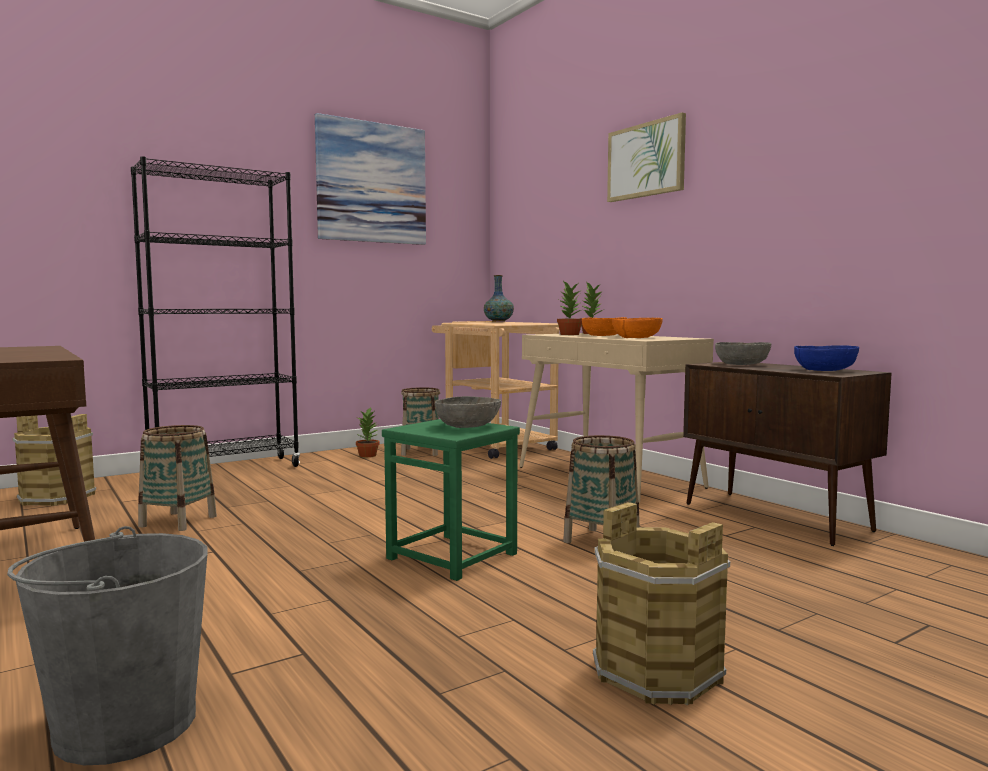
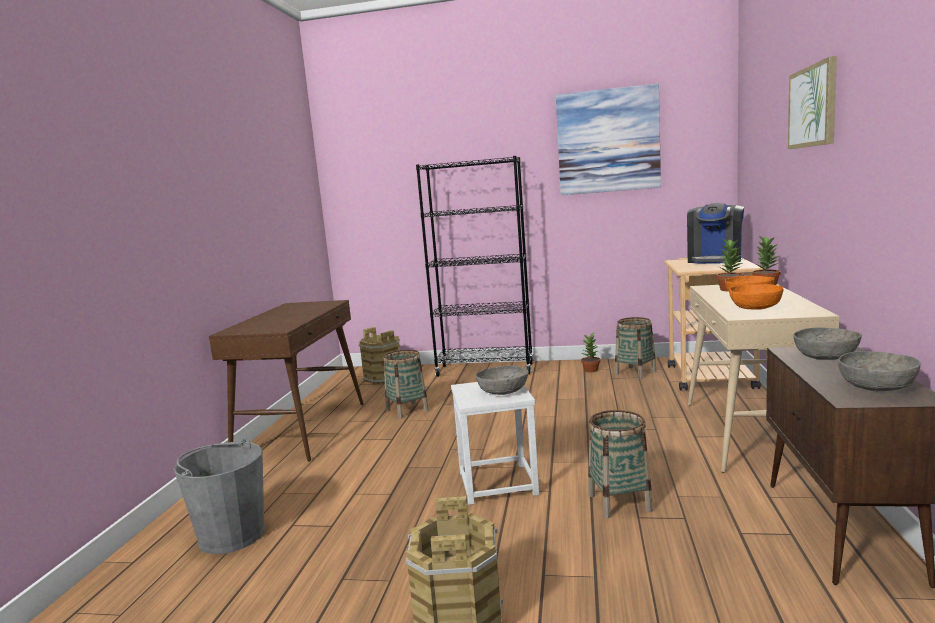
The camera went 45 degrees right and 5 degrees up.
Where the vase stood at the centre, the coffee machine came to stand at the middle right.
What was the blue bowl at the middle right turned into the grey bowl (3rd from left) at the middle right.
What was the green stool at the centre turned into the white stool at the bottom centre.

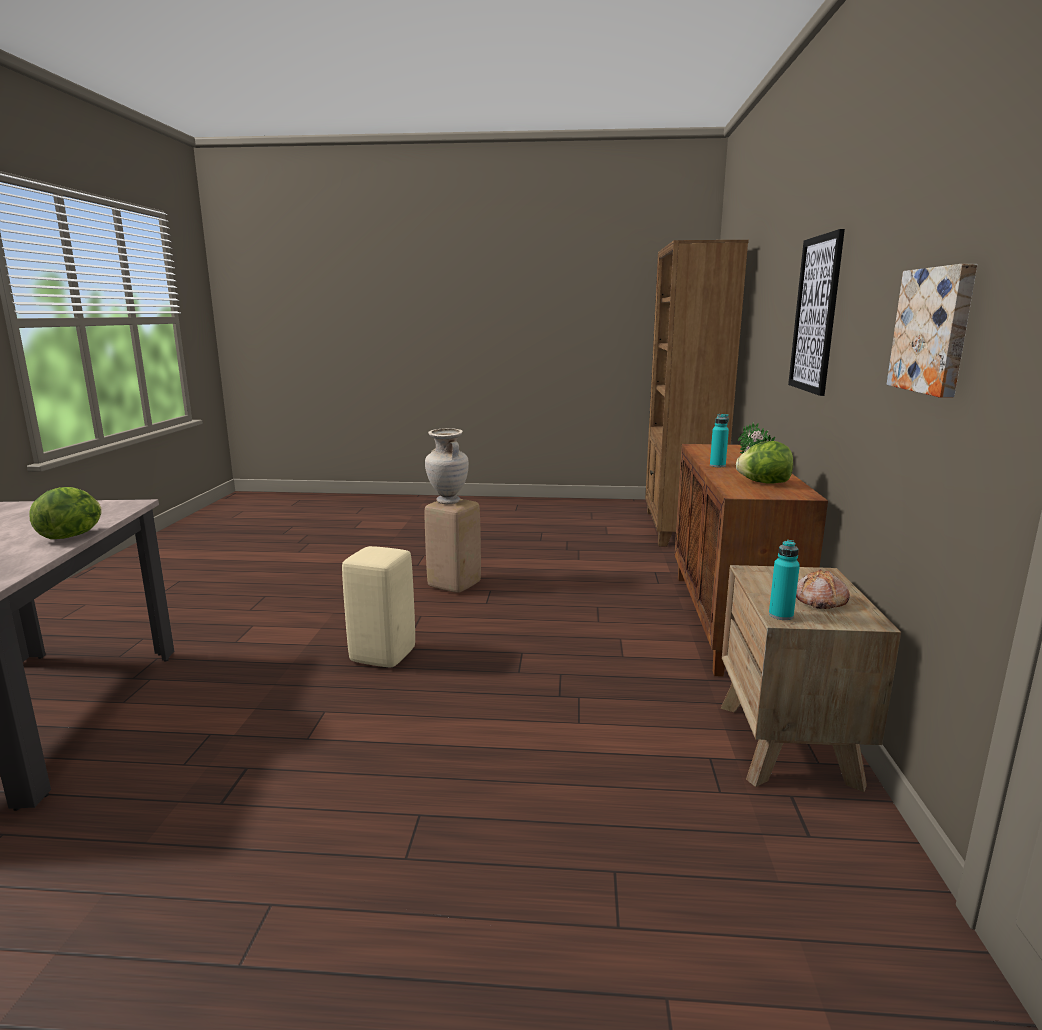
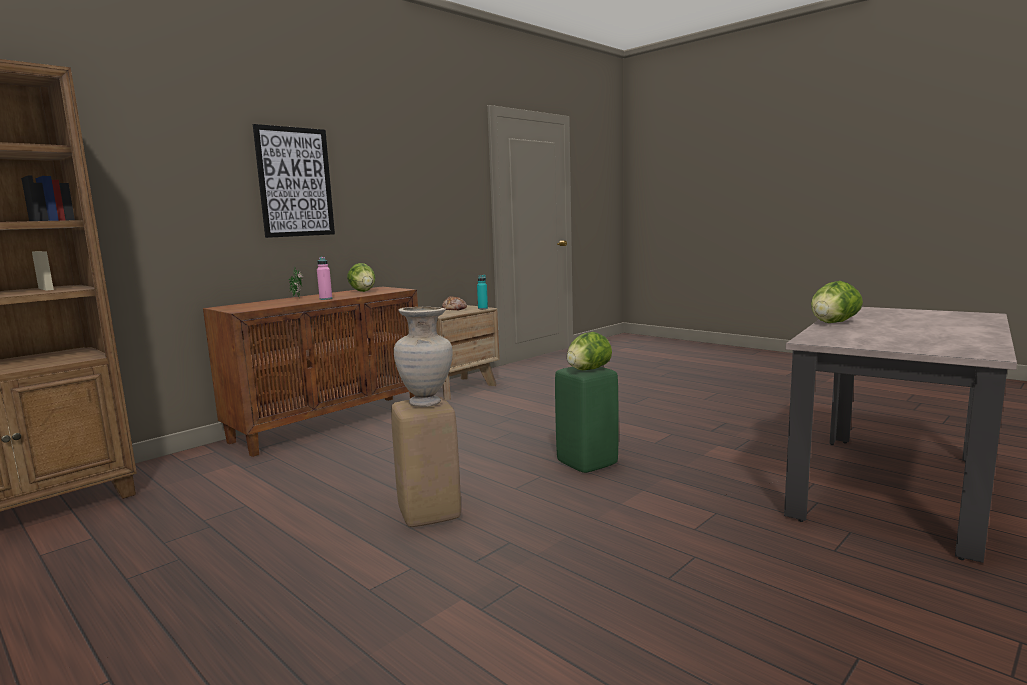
The camera went 140 degrees left and 5 degrees down.
The second view lost the picture (2nd from left) at the top right.
What was the turquoise bottle (1st from left) at the middle right turned into the pink bottle at the middle left.
What was the beige stool (1st from left) at the centre turned into the green stool at the centre.
The second view gained the lettuce (2nd from left) at the centre.

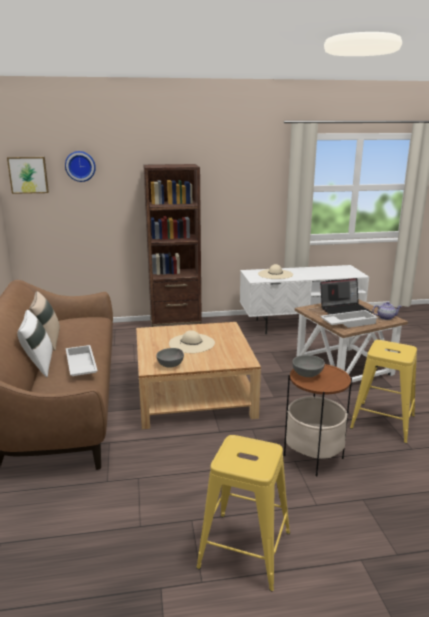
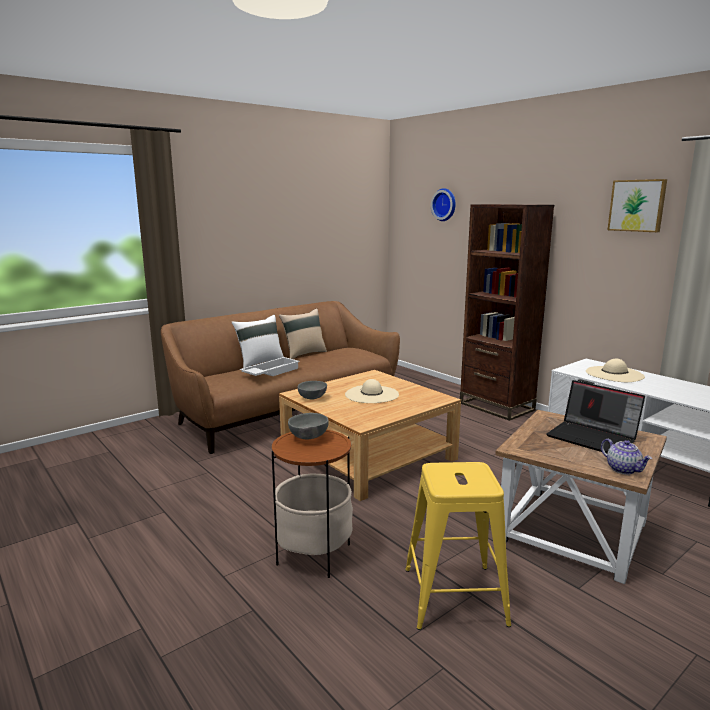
The camera went 60 degrees right and 5 degrees down.
The picture ended up elsewhere, having gone from the top left to the top right.
The second view lost the white tray (2nd from left) at the middle right.
The second view lost the yellow stool (1st from left) at the bottom centre.

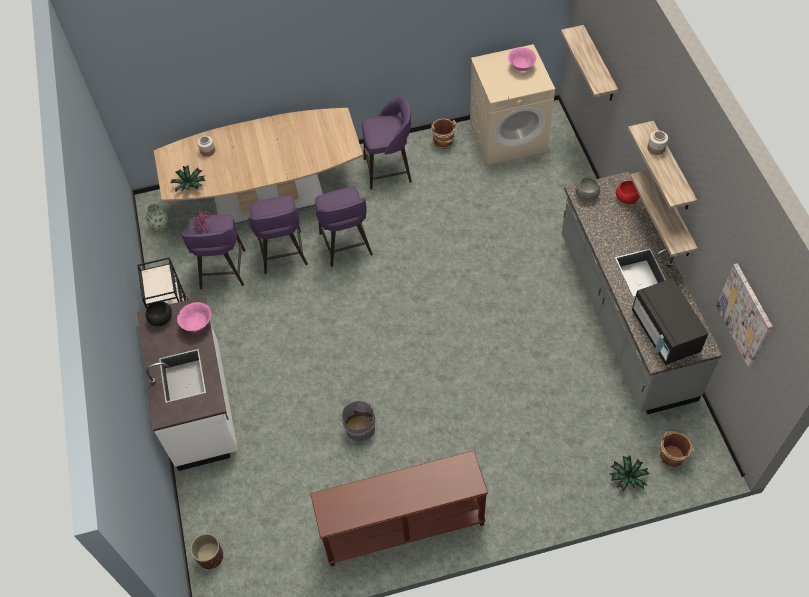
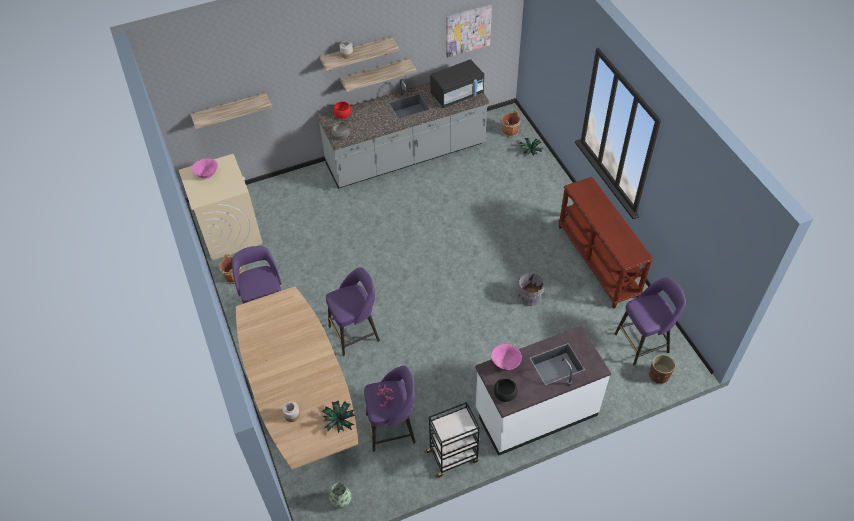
The camera went 100 degrees left and 5 degrees down.
The purple stool (2nd from left in the first image) ended up elsewhere, having gone from the centre to the middle right.

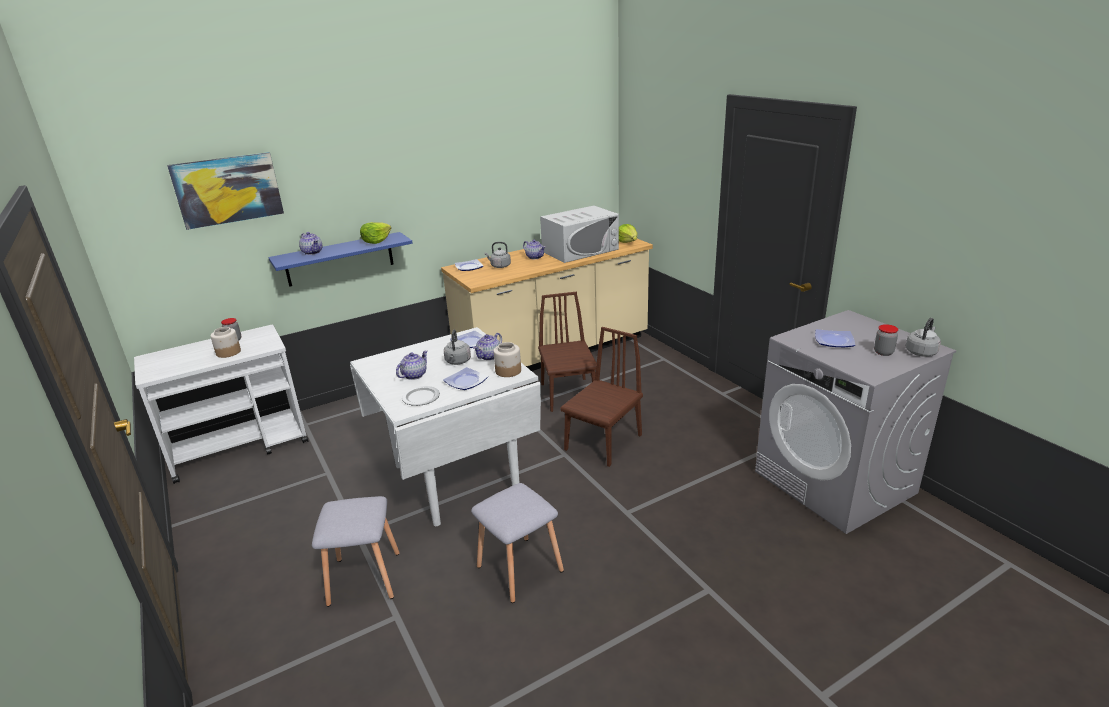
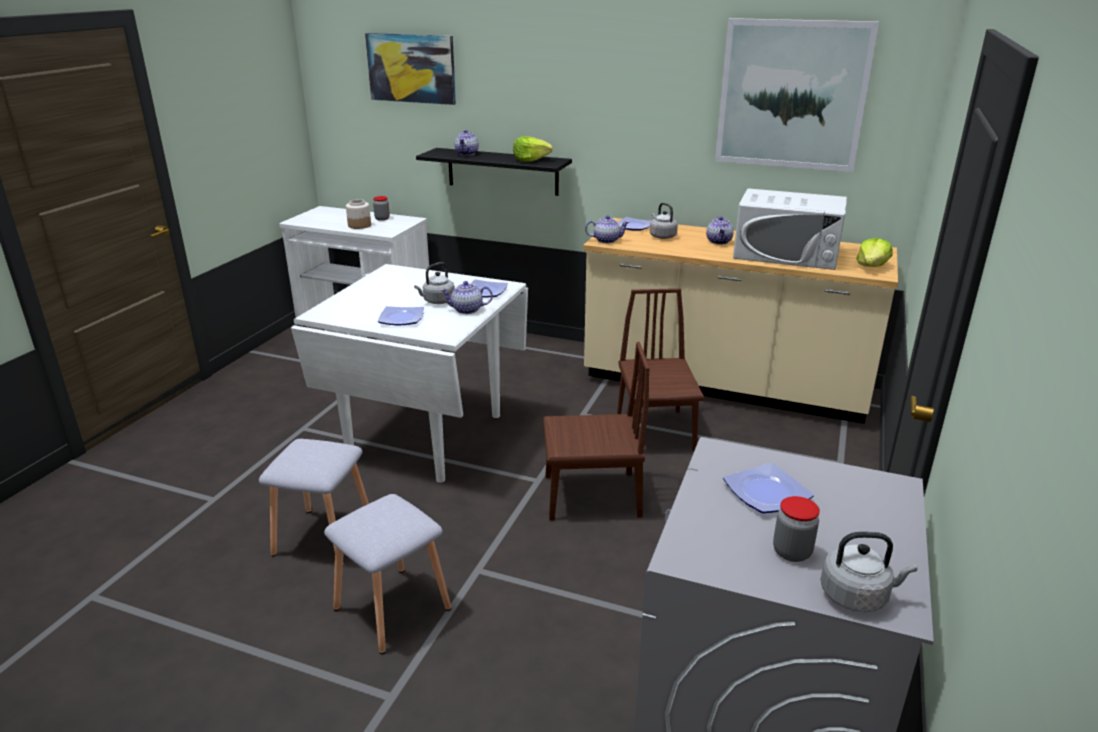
The camera went 50 degrees right and 0 degrees up.
What was the blue shelf at the middle left turned into the black shelf at the top centre.
The brown chair (1st from left in the first image) at the centre ended up facing another way, 45 degrees counterclockwise from before.
The second view lost the jar (3rd from left) at the centre.
The teapot (2nd from left in the first image) ended up elsewhere, having gone from the centre to the top centre.
The second view lost the plate (1st from left) at the centre.
The grey stool (1st from left in the first image) ended up elsewhere, having gone from the bottom left to the bottom centre.
The second view gained the picture (2nd from left) at the top right.

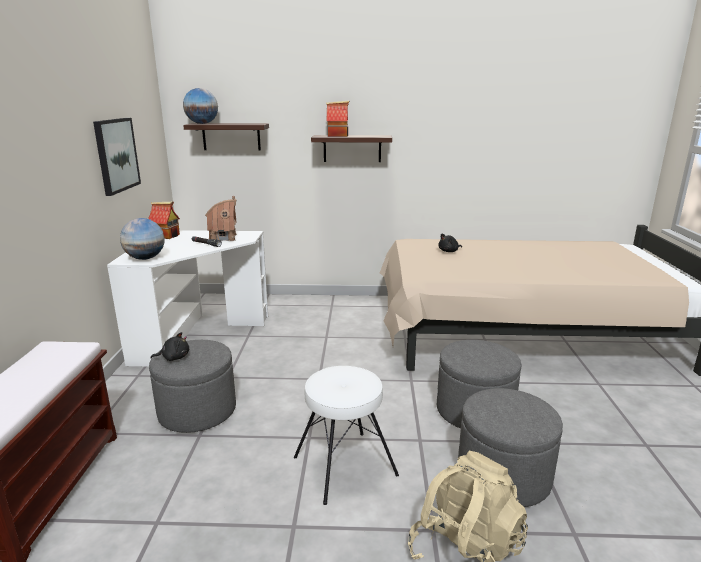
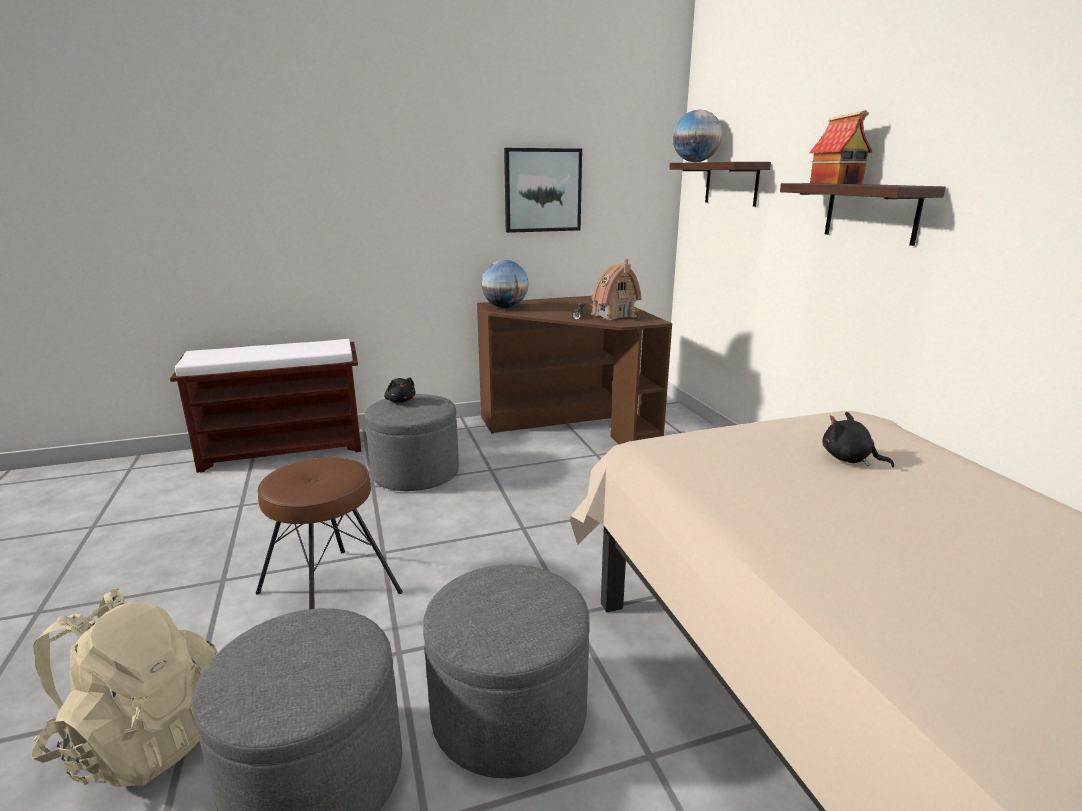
The camera went 70 degrees right and 0 degrees up.
The second view lost the toy house (1st from left) at the middle left.
What was the white desk at the middle left turned into the brown desk at the centre.
What was the white stool at the bottom centre turned into the brown stool at the middle left.

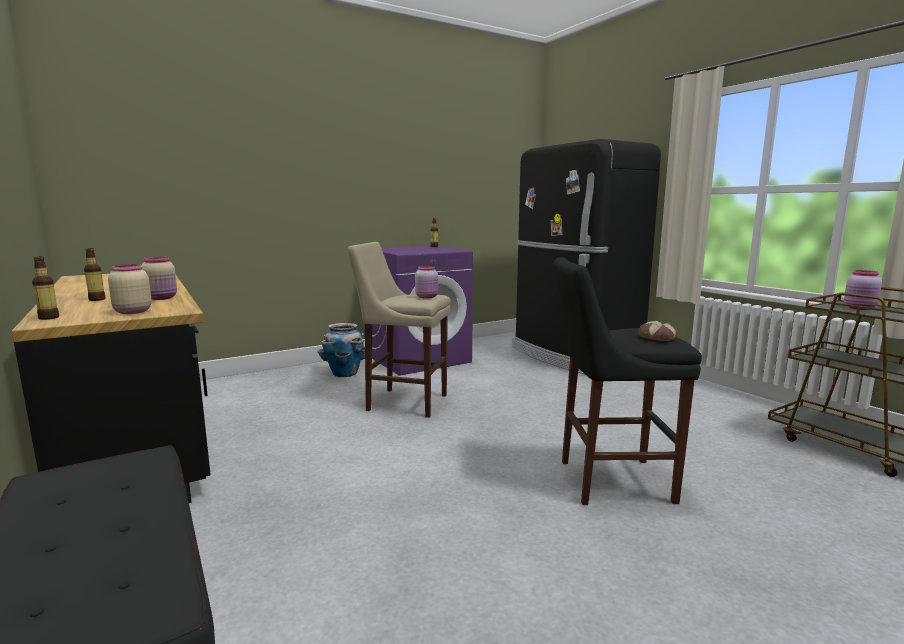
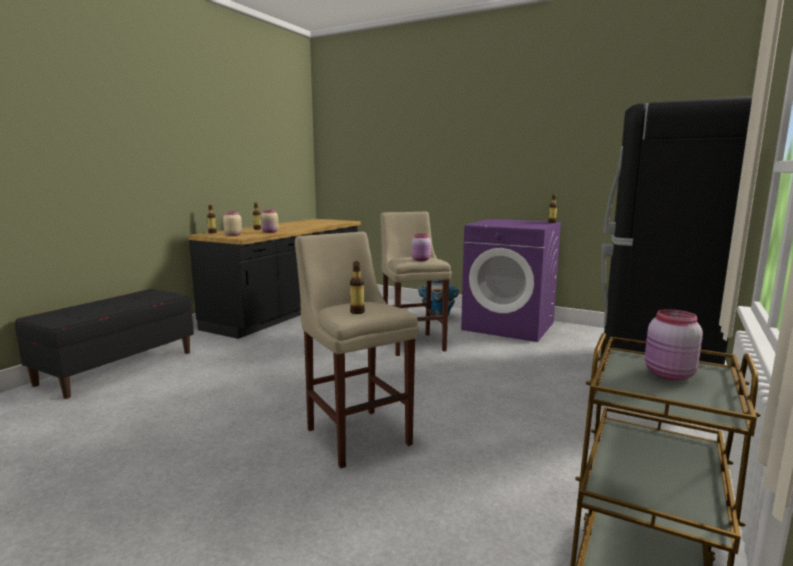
The camera went 60 degrees right and 0 degrees up.
What was the black stool at the middle right turned into the beige stool (1st from left) at the centre.
Where the bread stood at the middle right, the bottle (3rd from left) came to stand at the centre.

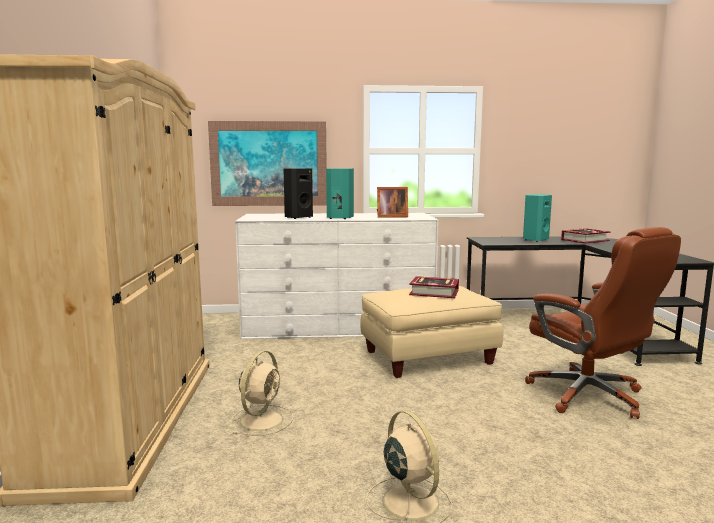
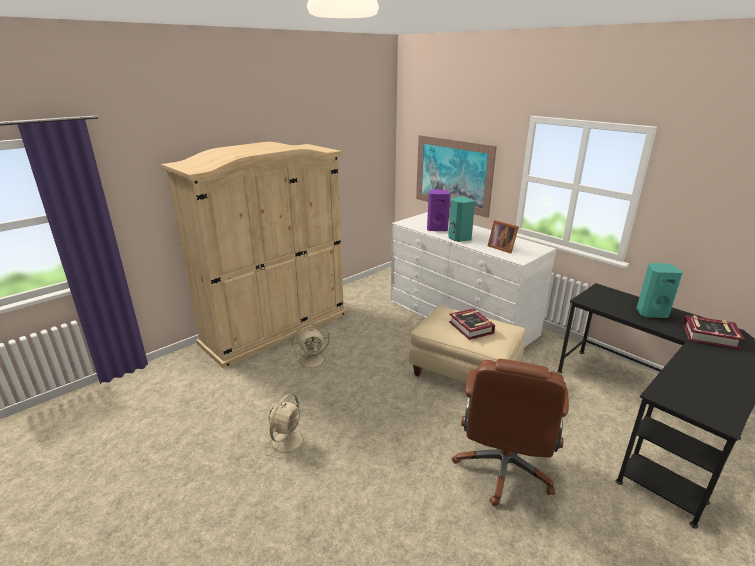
The camera went 50 degrees right and 15 degrees up.
What was the black speaker at the centre turned into the purple speaker at the centre.

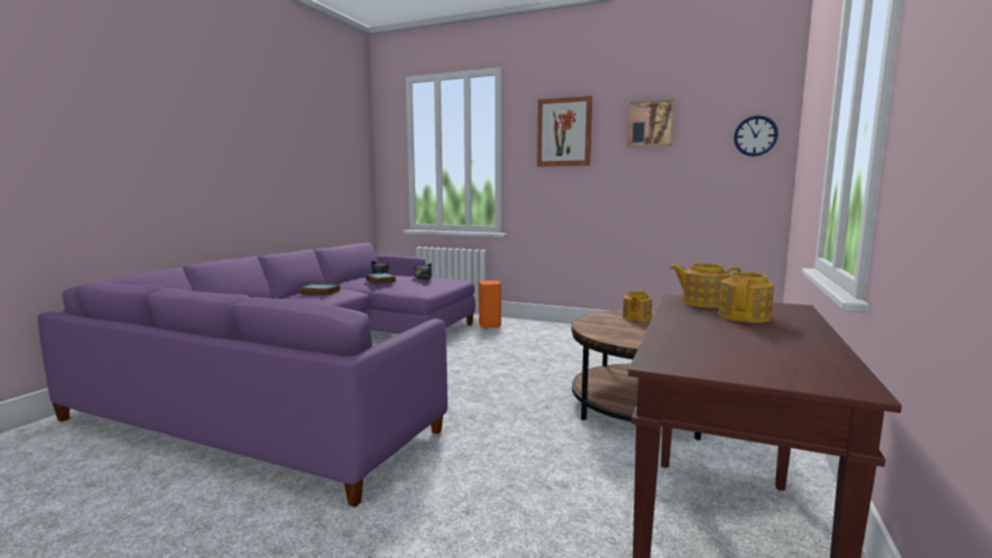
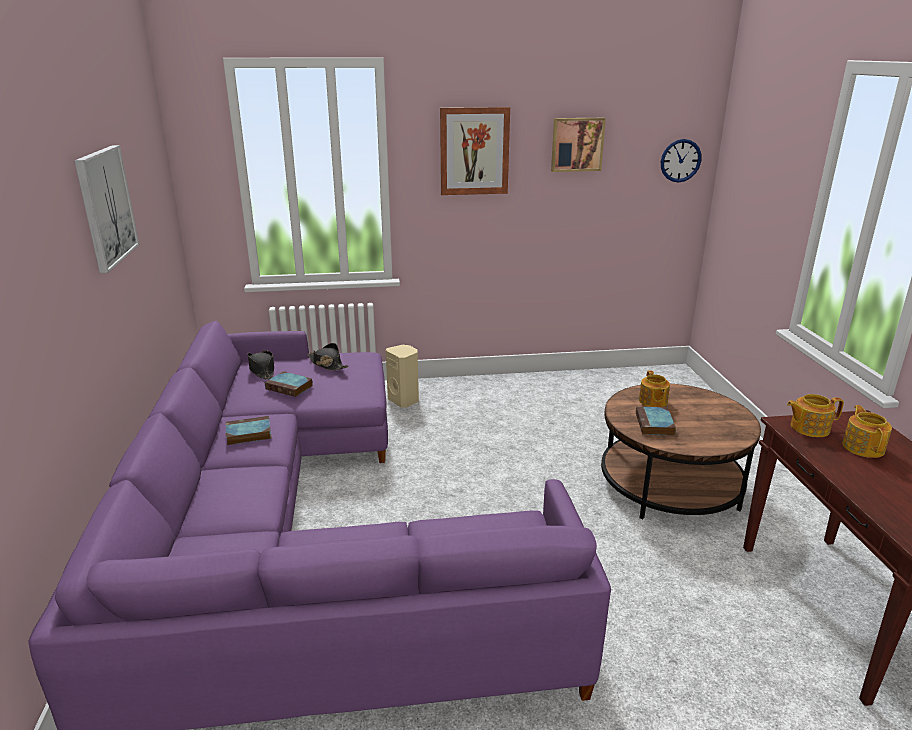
The camera went 30 degrees left and 15 degrees up.
What was the orange speaker at the centre turned into the beige speaker at the centre.
The second view gained the picture (1st from left) at the top left.
The second view gained the book (3rd from left) at the middle right.

